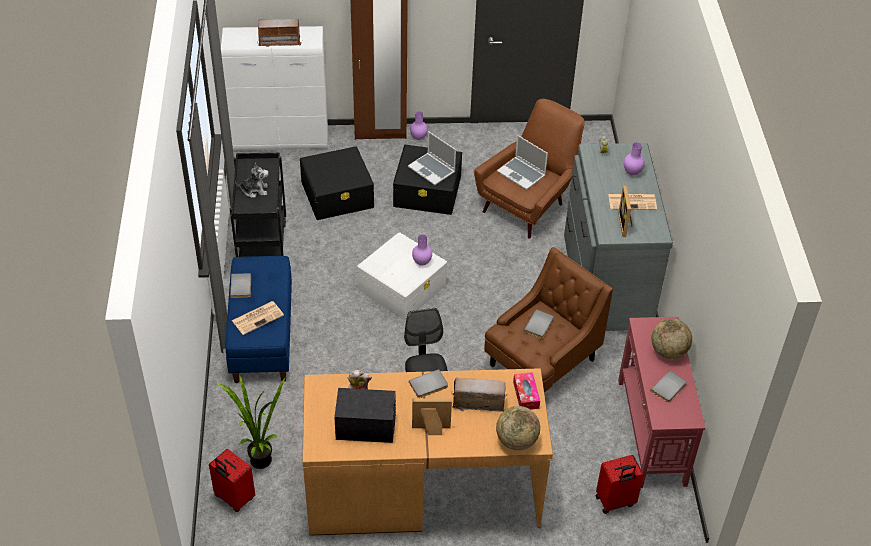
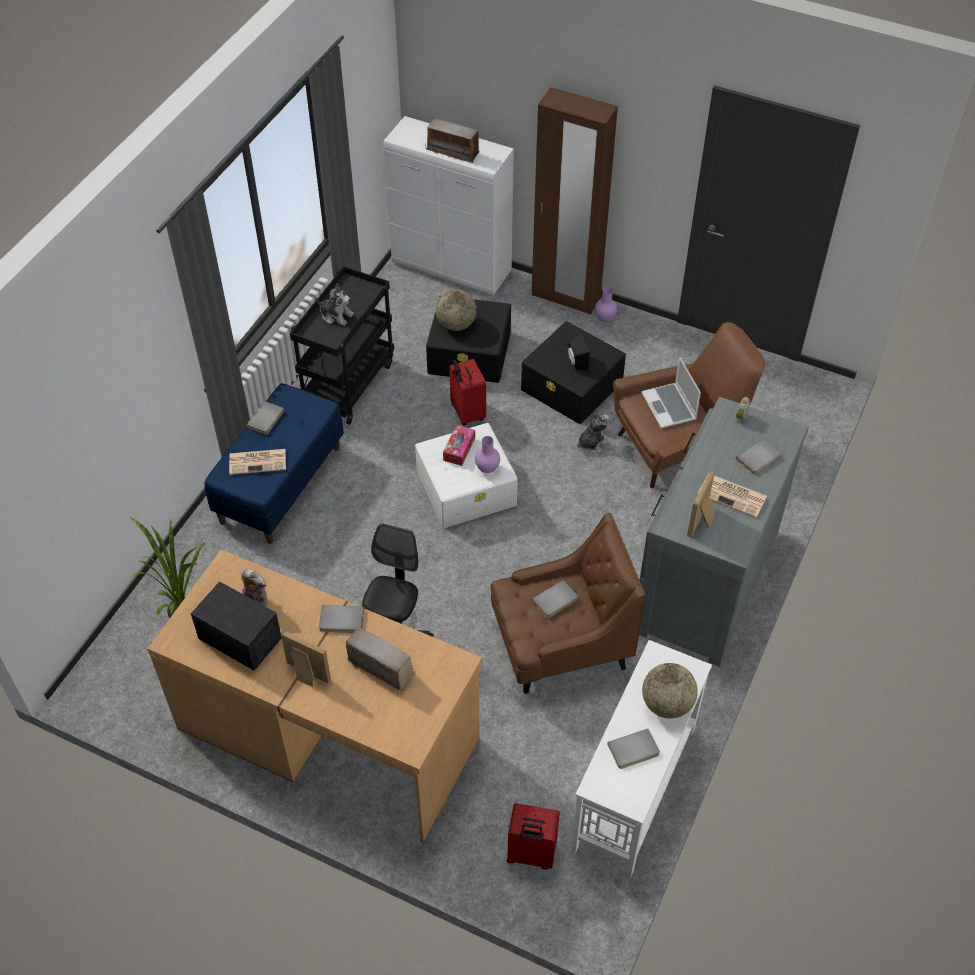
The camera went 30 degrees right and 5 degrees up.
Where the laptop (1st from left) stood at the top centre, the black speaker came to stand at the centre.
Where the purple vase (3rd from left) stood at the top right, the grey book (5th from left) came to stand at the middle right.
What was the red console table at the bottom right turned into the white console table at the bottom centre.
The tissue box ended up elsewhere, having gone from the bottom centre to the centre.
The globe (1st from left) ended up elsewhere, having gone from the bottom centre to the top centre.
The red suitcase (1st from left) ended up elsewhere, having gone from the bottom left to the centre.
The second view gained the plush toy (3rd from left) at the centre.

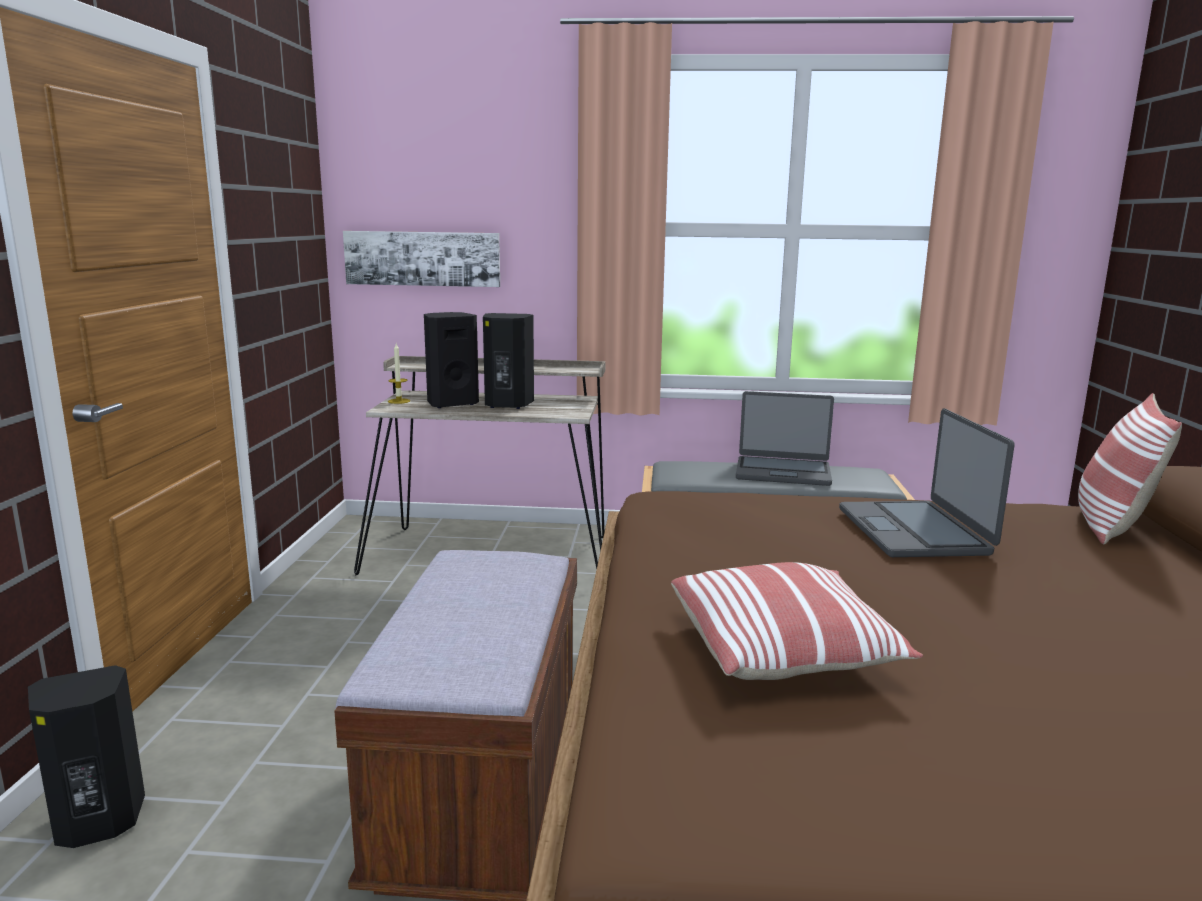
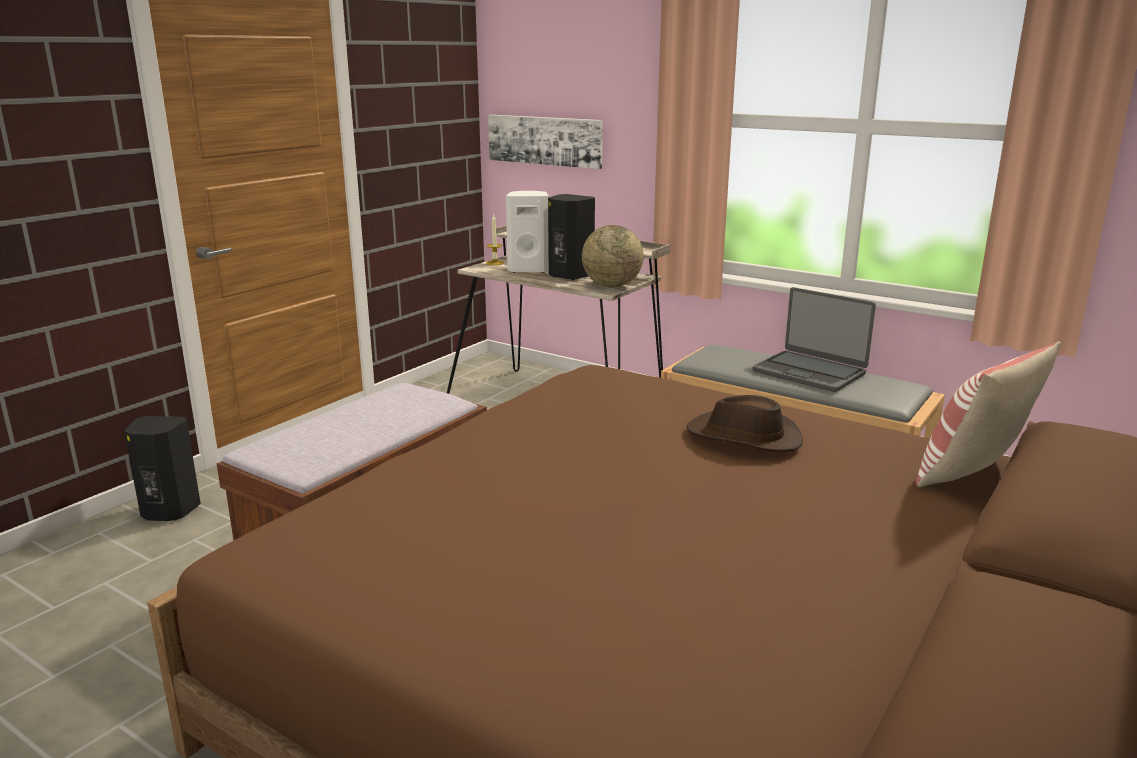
The camera went 30 degrees right and 5 degrees up.
What was the black speaker (2nd from left) at the centre turned into the white speaker at the top centre.
Where the laptop (2nd from left) stood at the middle right, the brown hat came to stand at the centre.
The second view lost the pillow (1st from left) at the bottom centre.
The second view gained the globe at the centre.

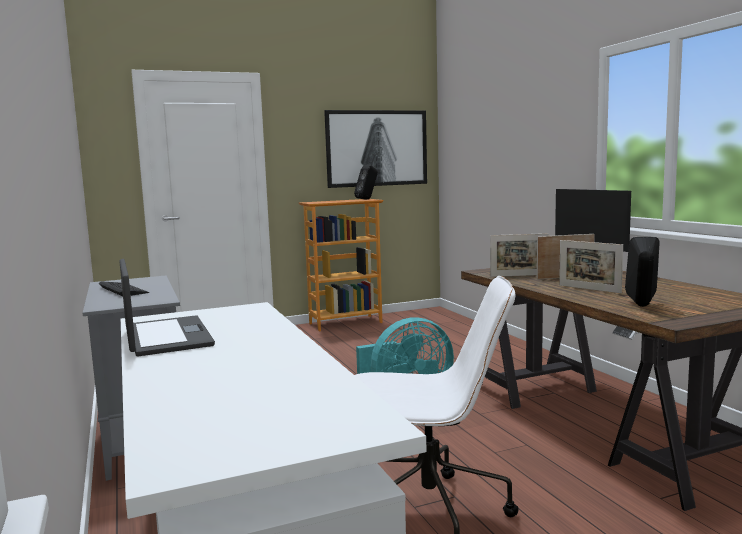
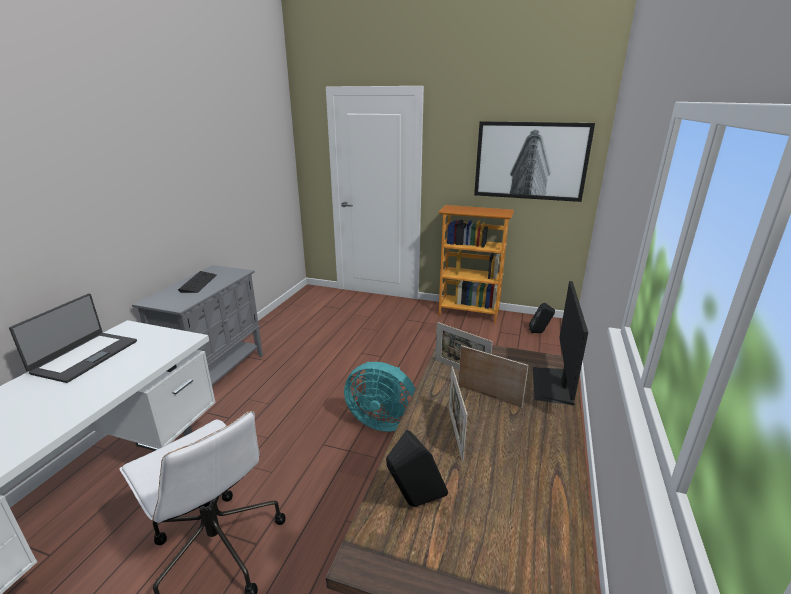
The camera went 40 degrees right and 15 degrees up.
The black speaker (1st from left in the first image) ended up elsewhere, having gone from the centre to the middle right.

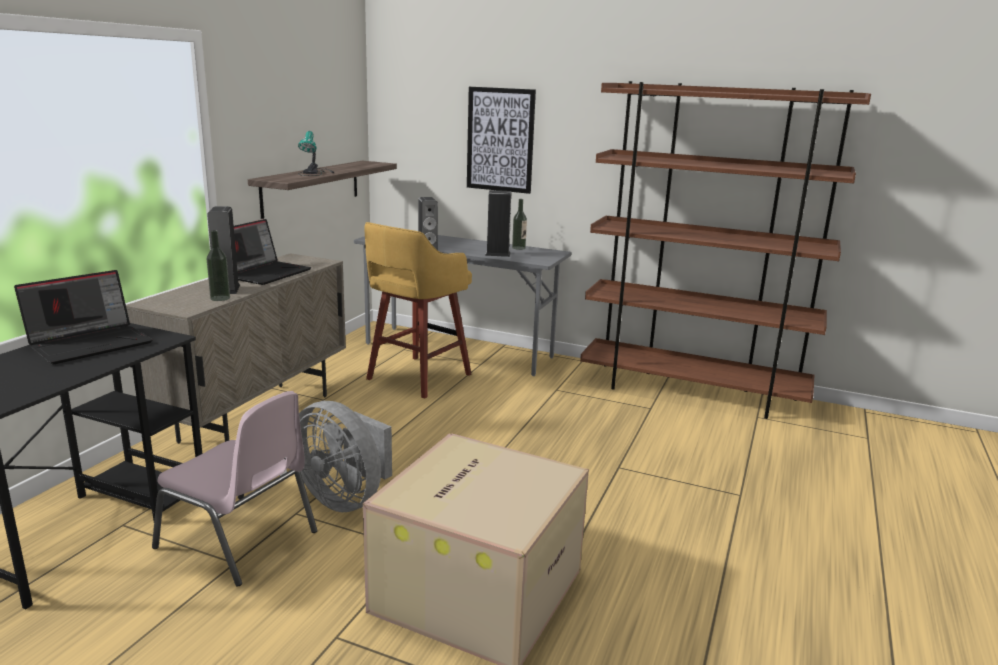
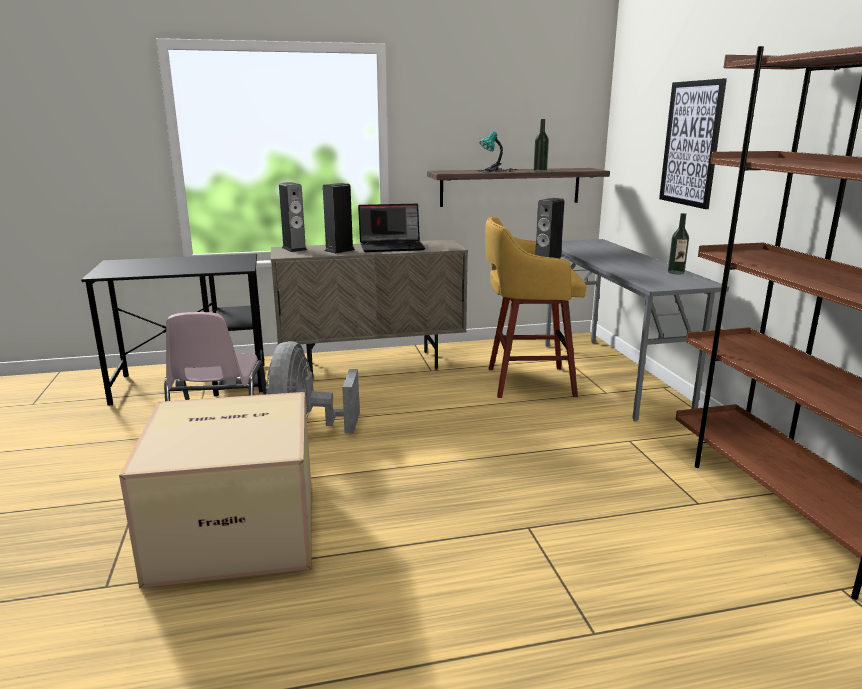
The camera went 55 degrees right and 0 degrees up.
The speaker (3rd from left in the first image) ended up elsewhere, having gone from the centre to the top centre.
The bottle (1st from left) ended up elsewhere, having gone from the middle left to the top centre.
The second view lost the laptop (1st from left) at the middle left.

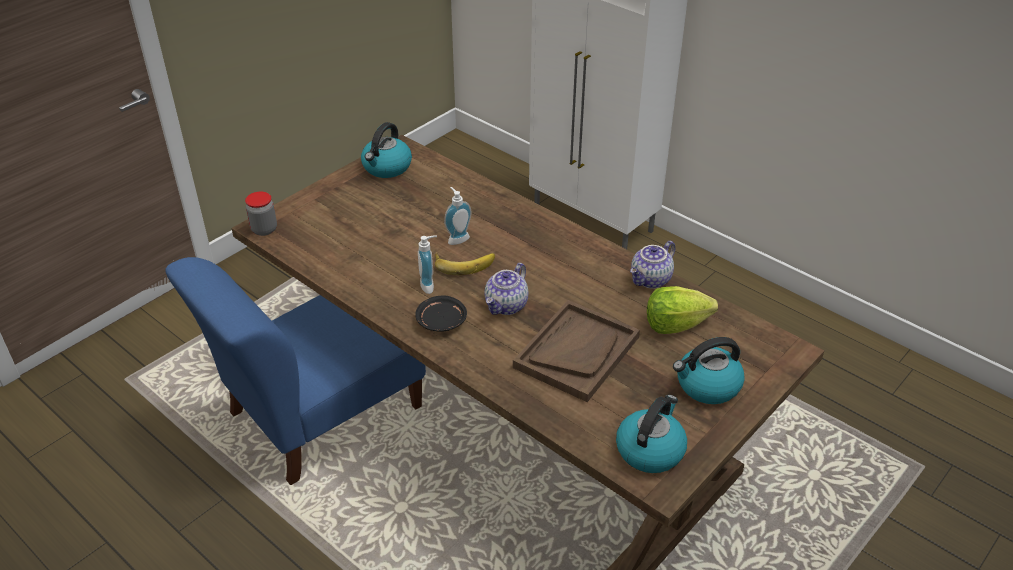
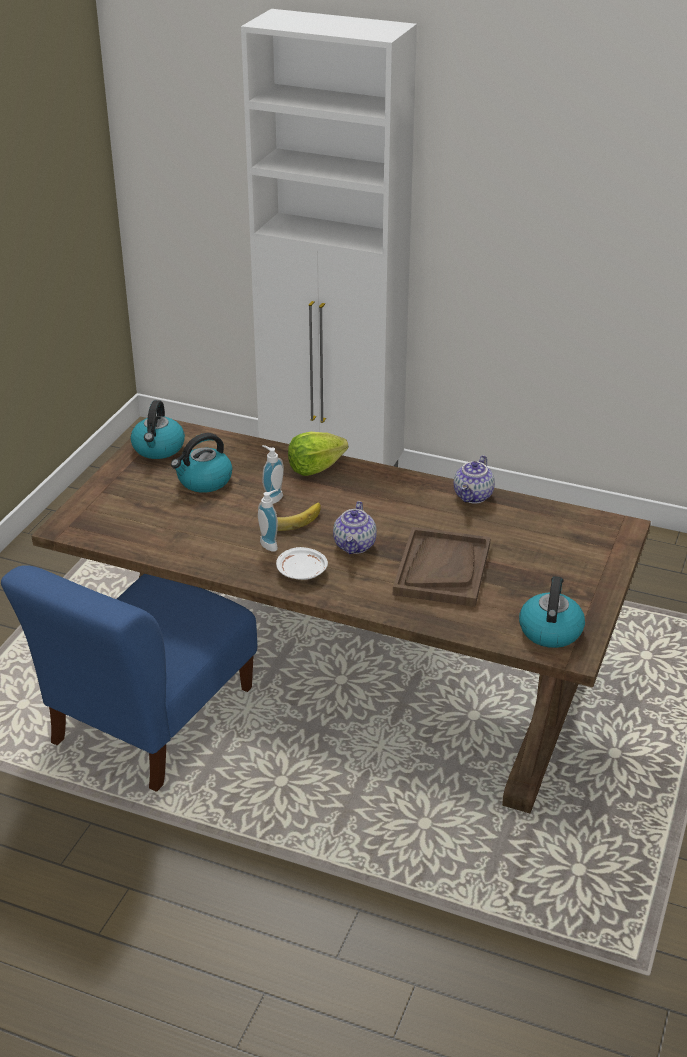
The camera went 20 degrees left and 5 degrees down.
The second view lost the jar at the middle left.
The lettuce ended up elsewhere, having gone from the middle right to the centre.
What was the black plate at the centre turned into the white plate at the centre.
The kettle (3rd from left in the first image) ended up elsewhere, having gone from the middle right to the middle left.

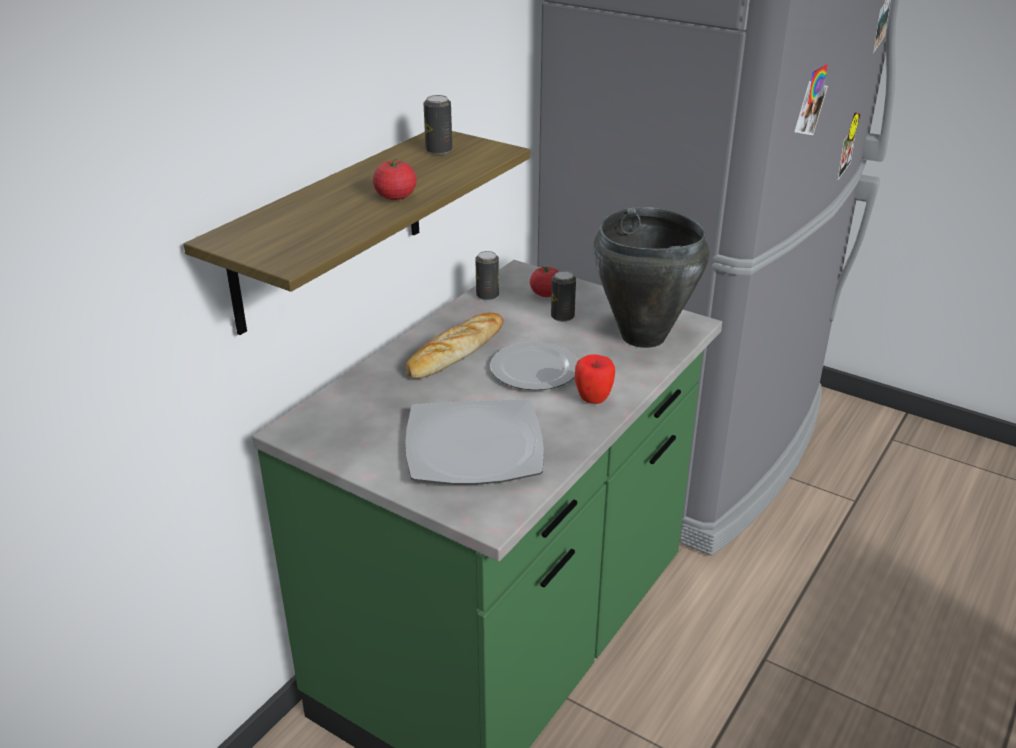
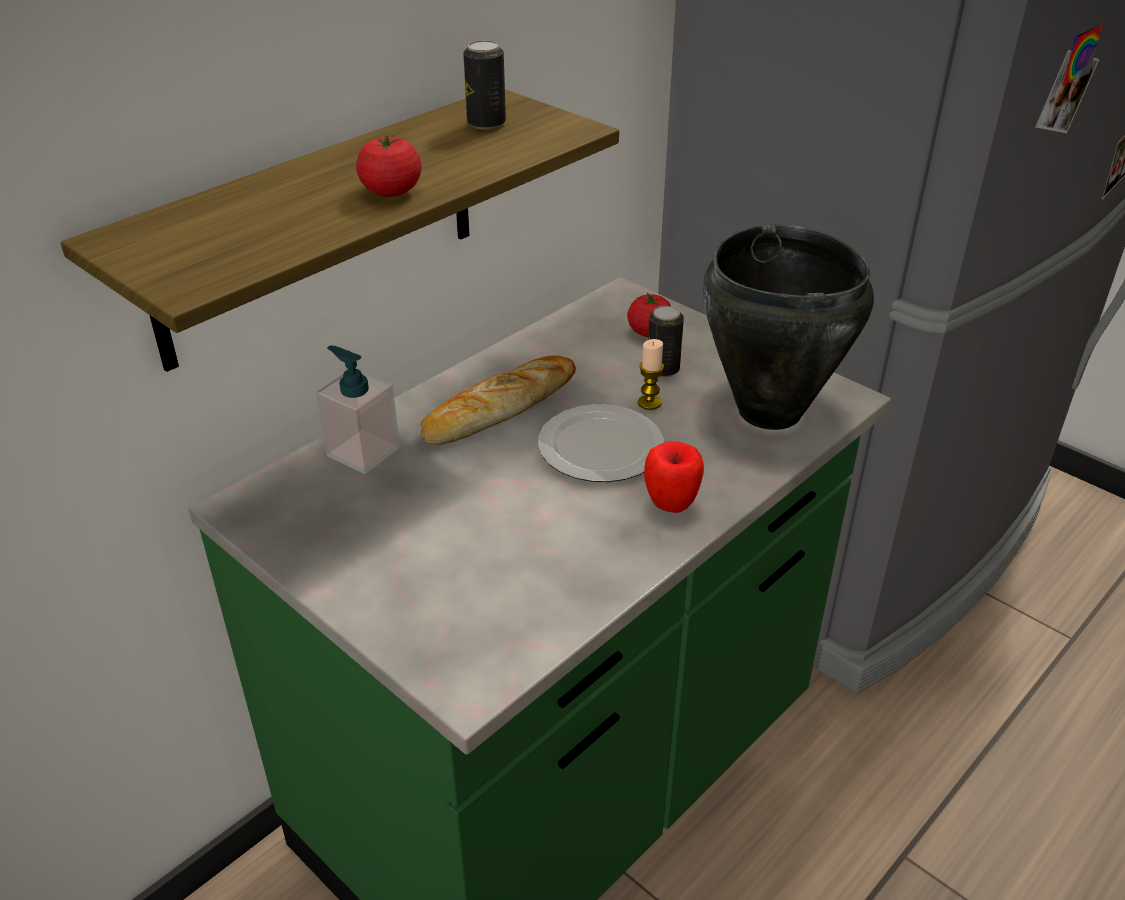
The camera went 10 degrees right and 5 degrees up.
The second view lost the can (2nd from left) at the centre.
The second view lost the plate (1st from left) at the centre.
The second view gained the candle at the centre.
The second view gained the soap dispenser at the middle left.

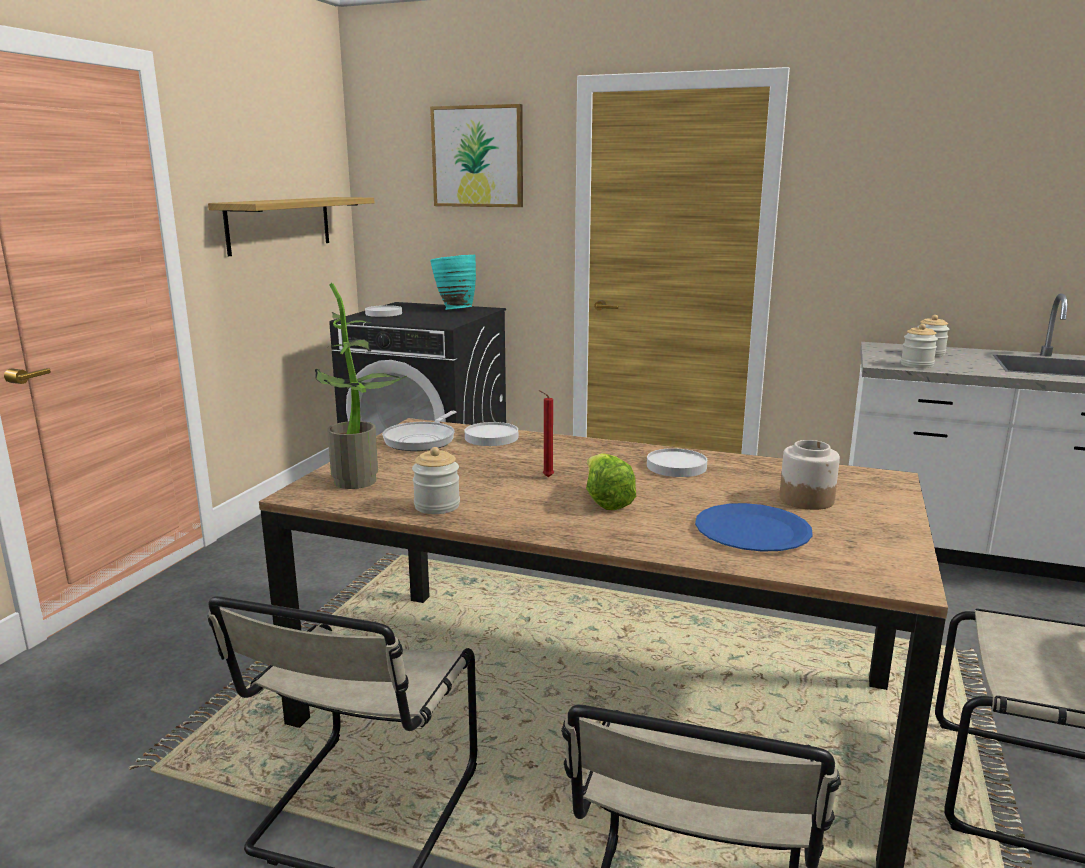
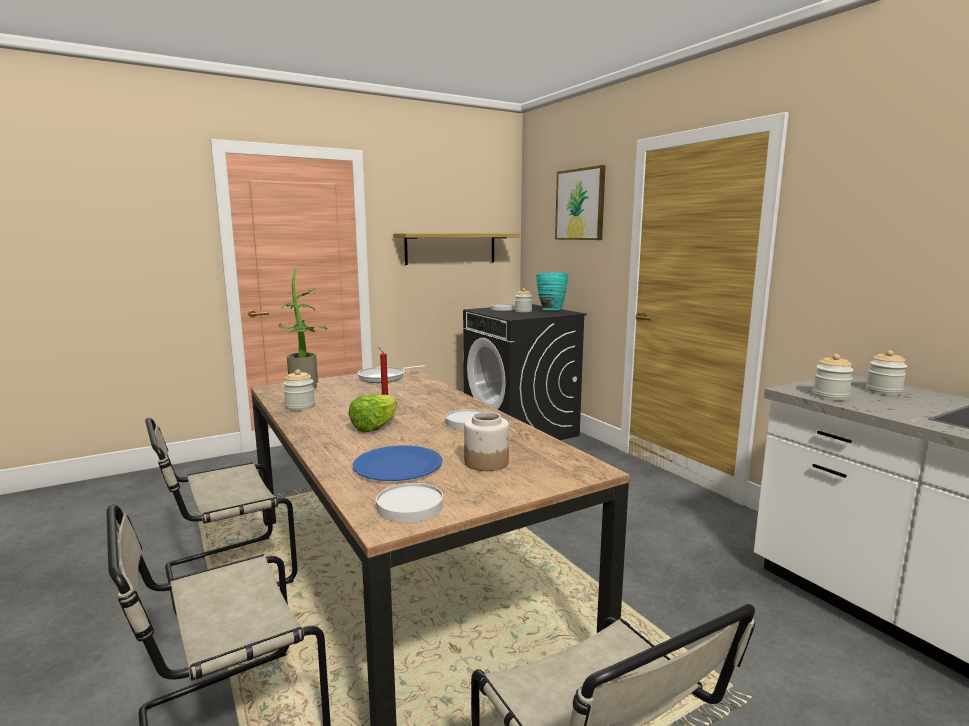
The camera went 40 degrees right and 5 degrees down.
The white plate (2nd from left in the first image) ended up elsewhere, having gone from the centre to the bottom centre.
The second view gained the jar (3rd from left) at the centre.

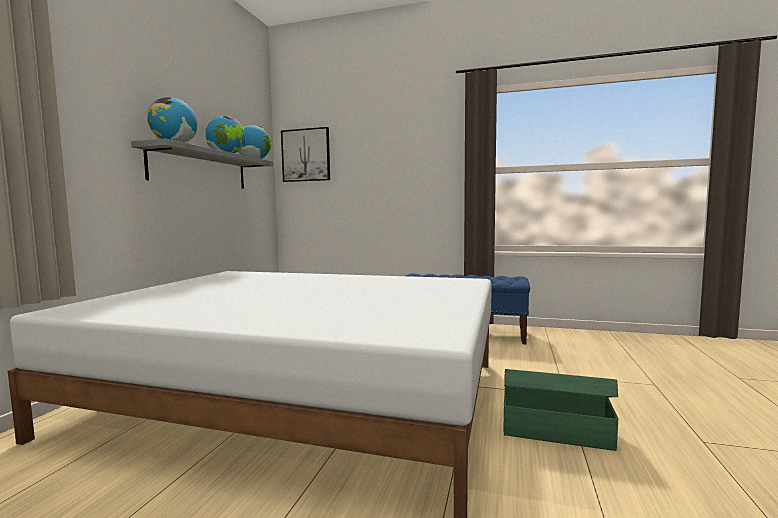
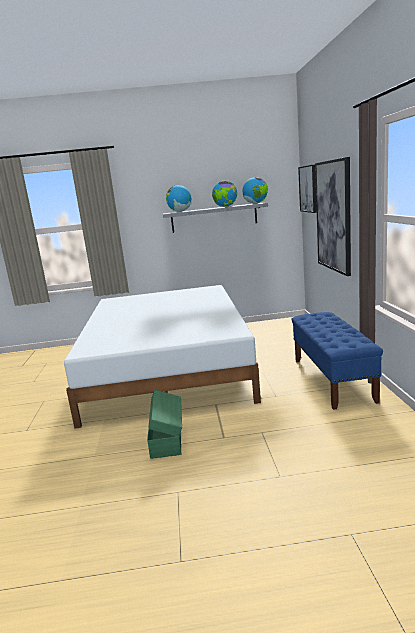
The camera went 70 degrees right and 10 degrees up.
The second view gained the picture (2nd from left) at the middle right.

